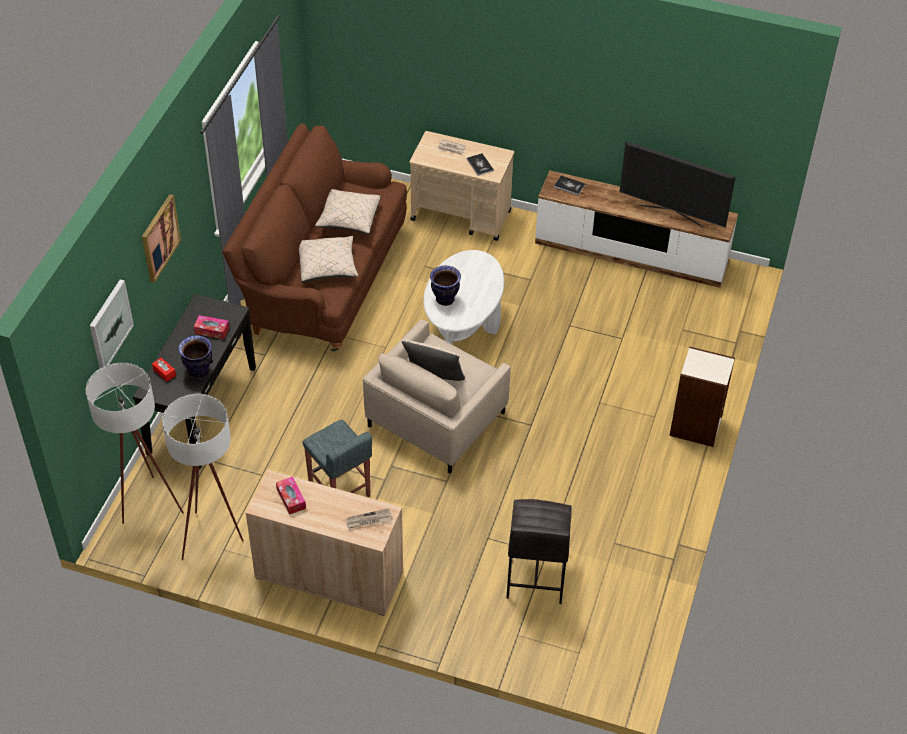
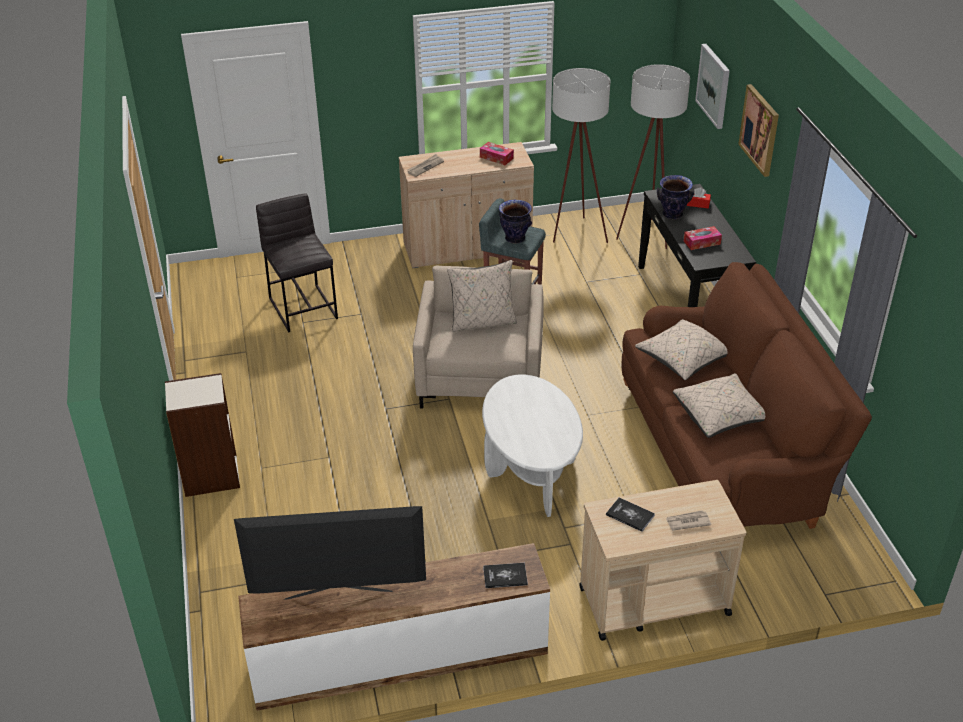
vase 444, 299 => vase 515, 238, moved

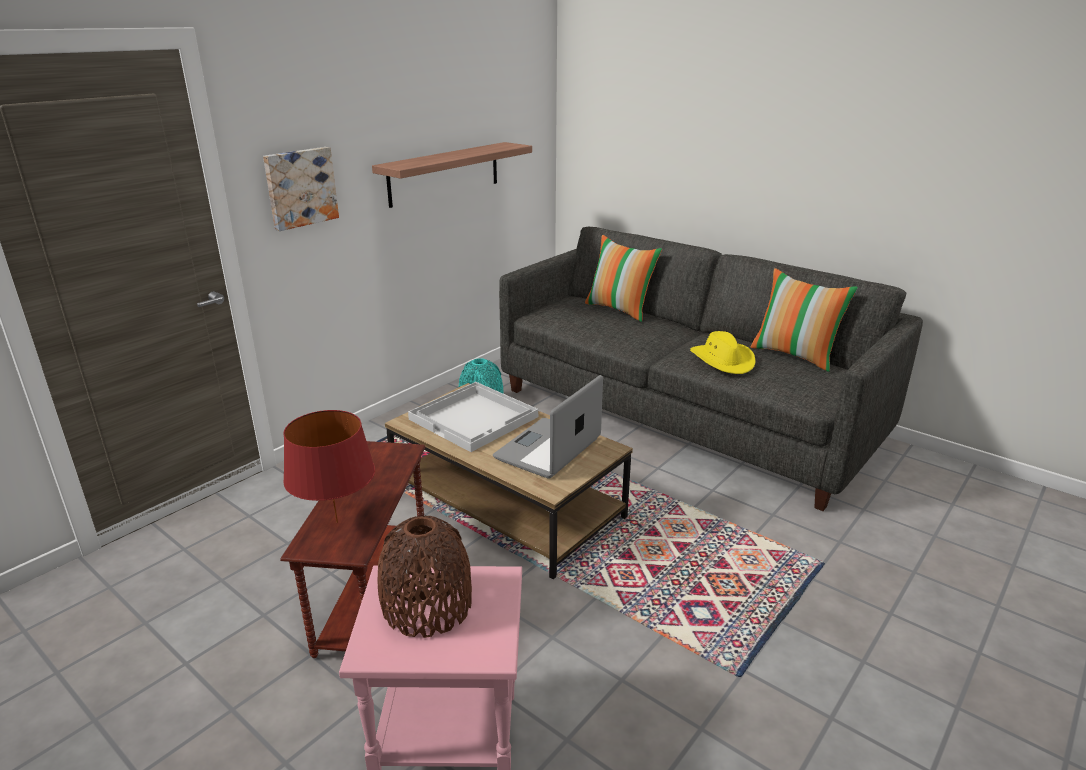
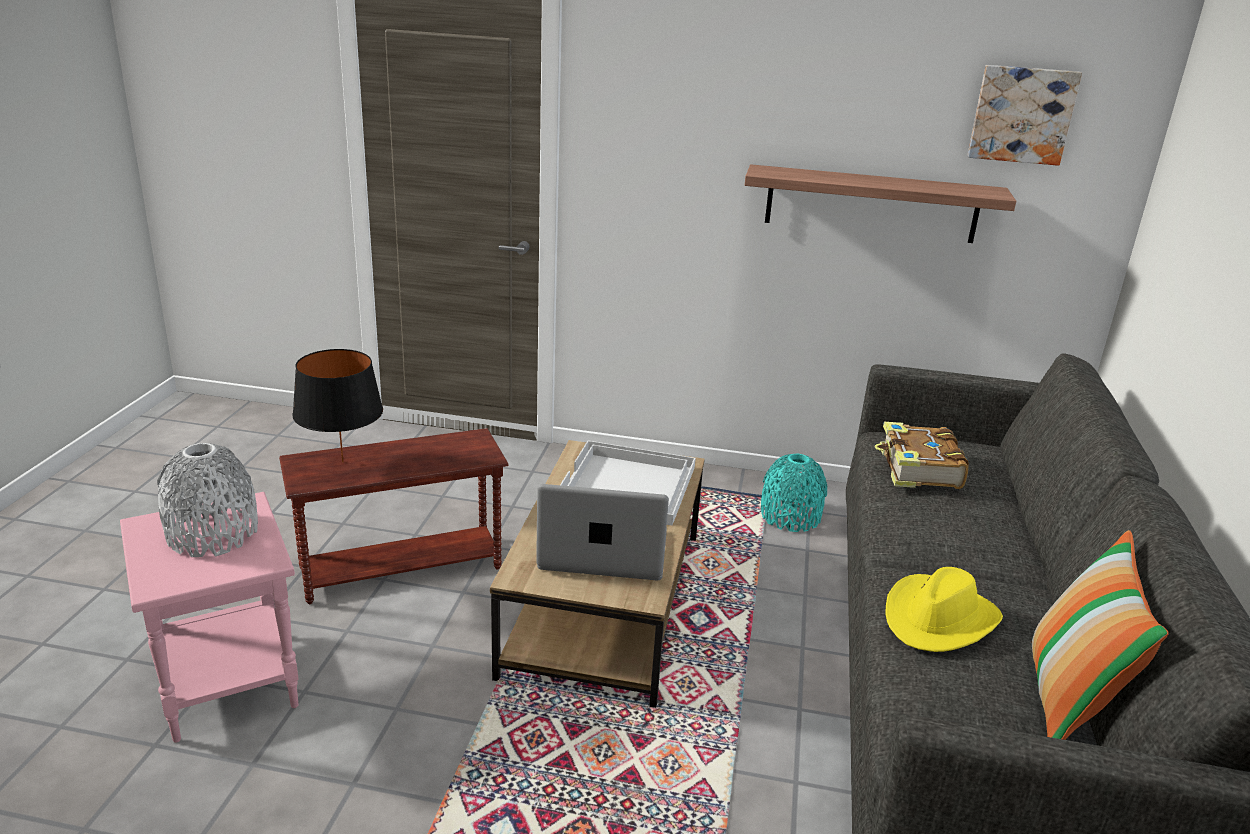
picture 300, 187 => picture 1022, 114, moved
pillow 620, 309 => nothing
table lamp in red 337, 522 => table lamp in black 342, 462
vase in brown 427, 606 => vase in grey 212, 533
nothing => book 918, 469

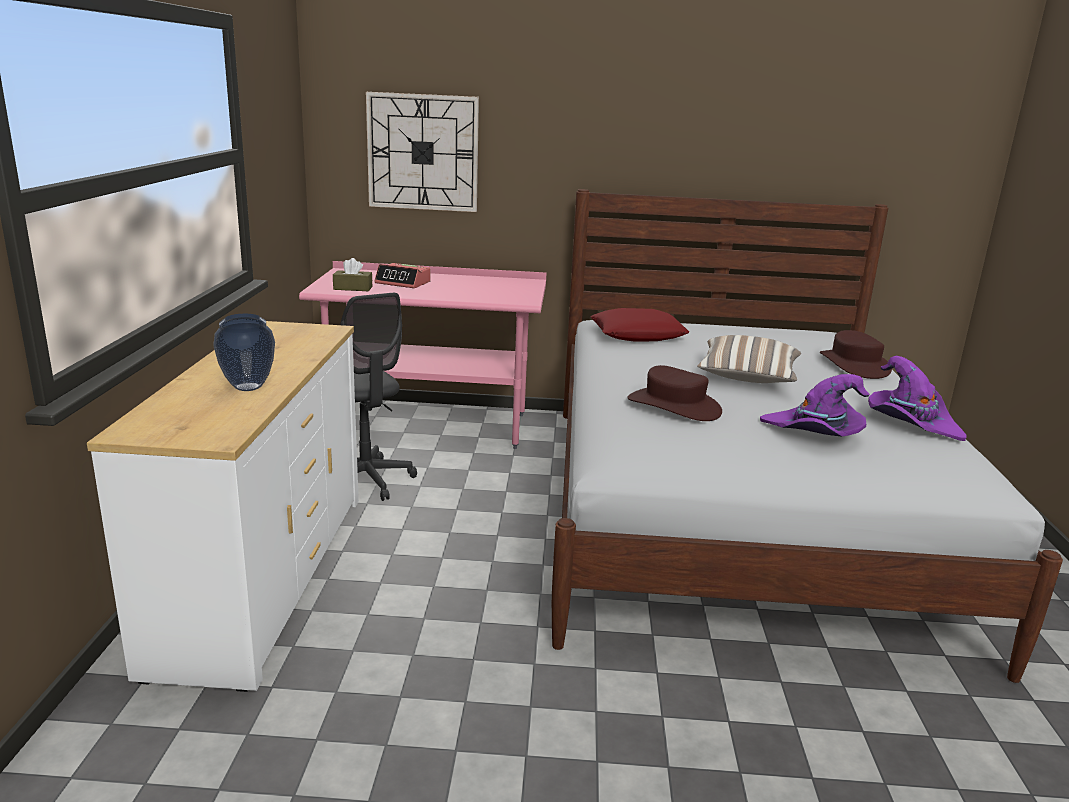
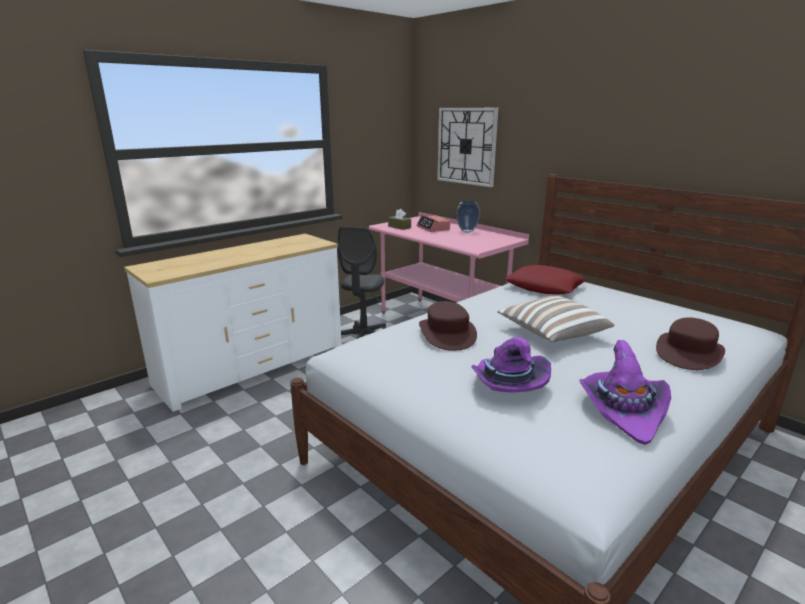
vase 249, 387 => vase 467, 231, moved

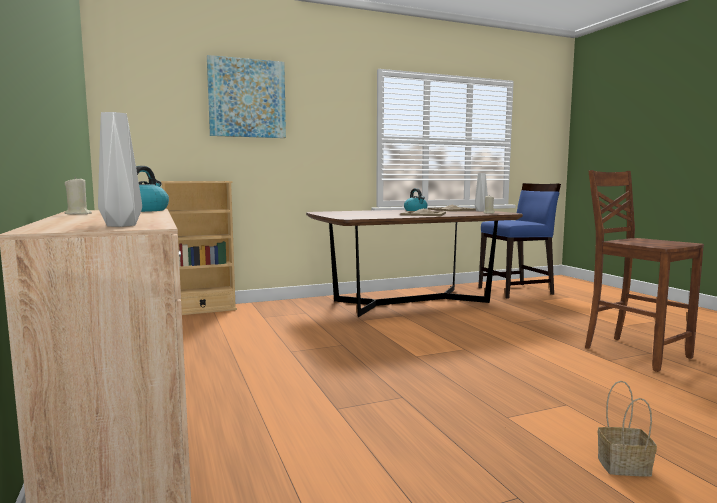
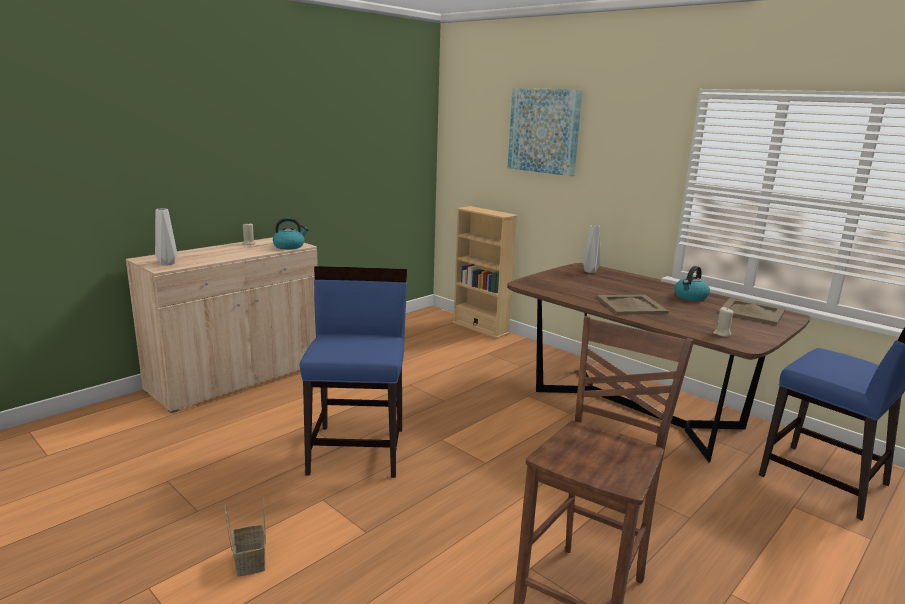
vase in grey 480, 211 => vase in grey 589, 271, moved
nothing => chair in blue 358, 450

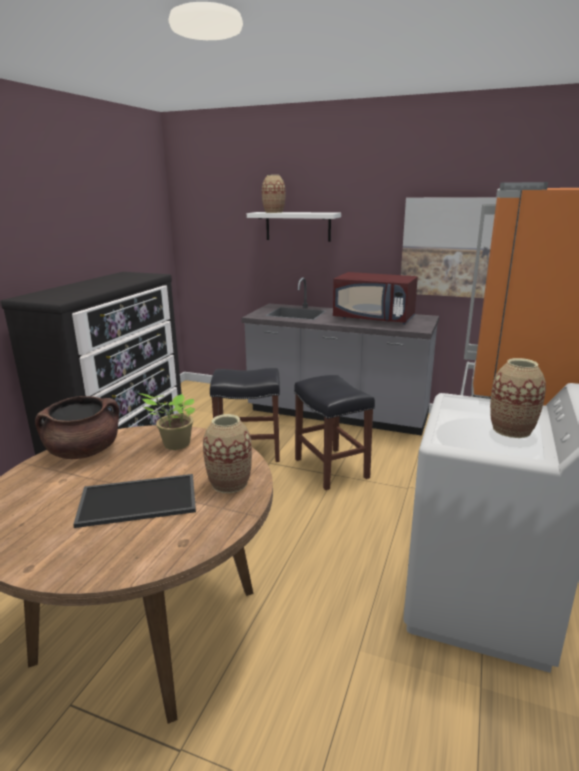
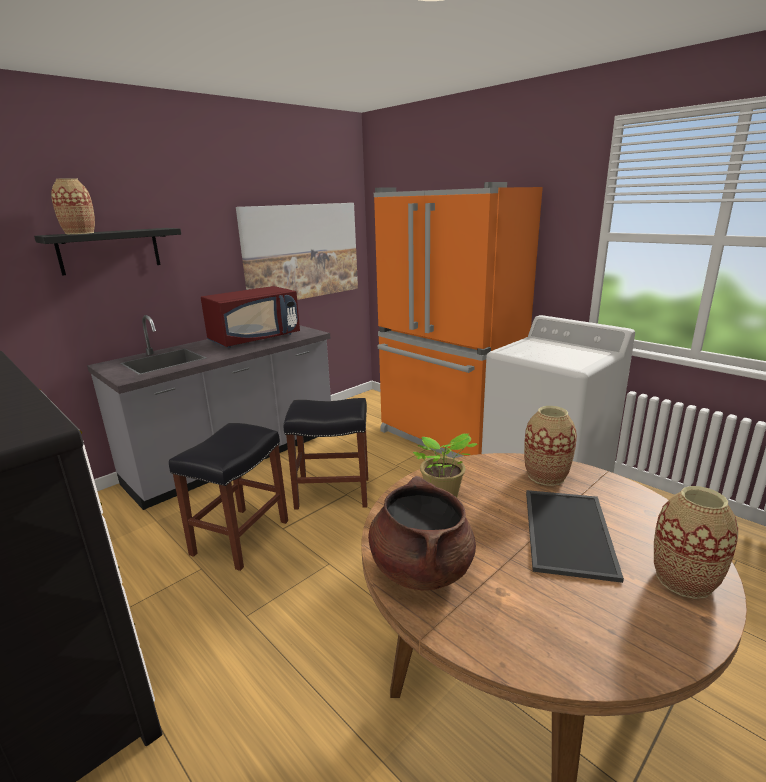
shelf in white 298, 226 => shelf in black 109, 250
vase 511, 430 => vase 684, 580, moved

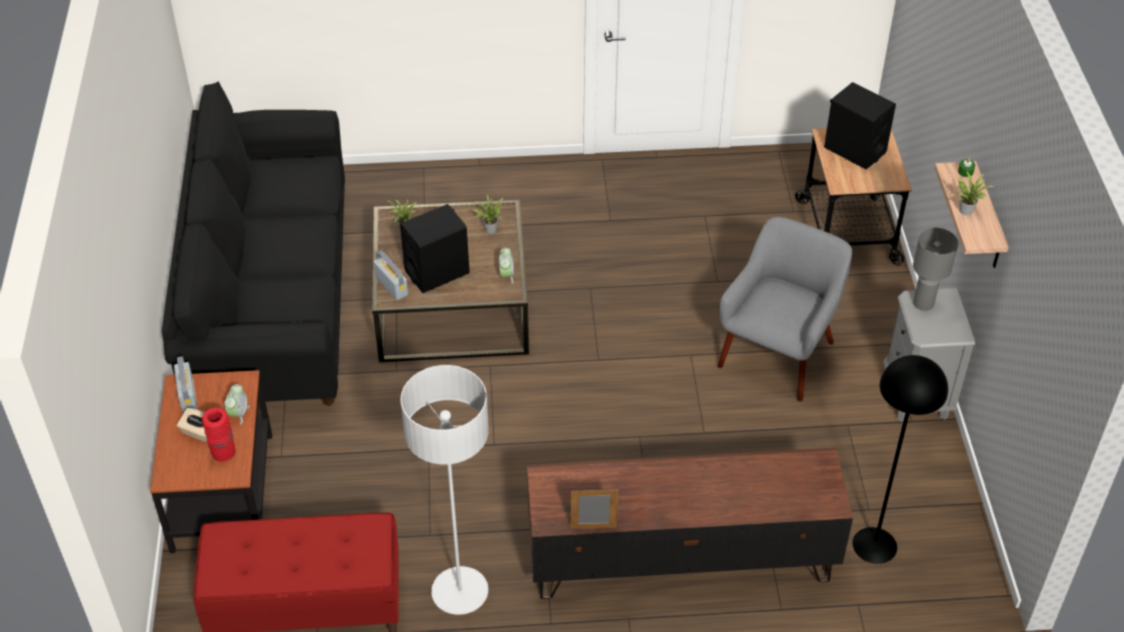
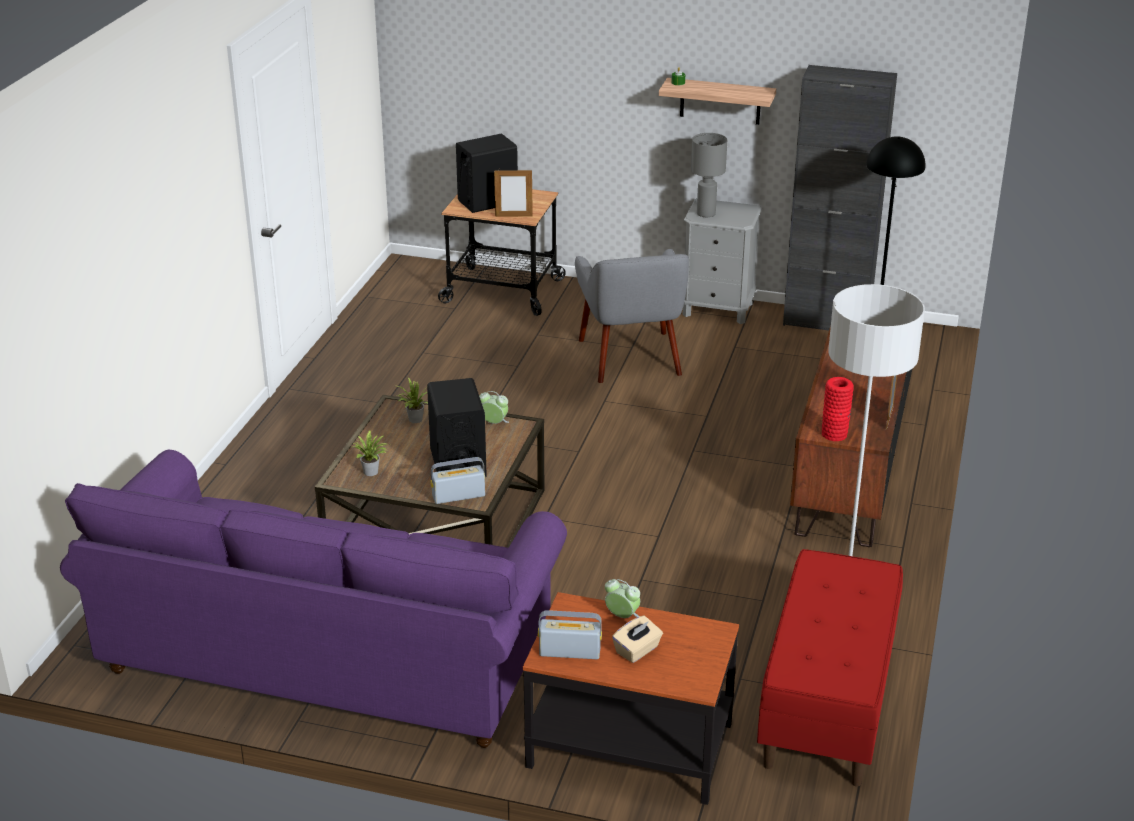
sofa in black 272, 299 => sofa in purple 328, 655
potted plant 965, 209 => nothing
armchair in grey 778, 353 => armchair in grey 631, 358, 150 degrees counterclockwise
vase in red 223, 452 => vase in red 834, 434, moved
nothing => cabinet in black 826, 322
nothing => picture frame 513, 216

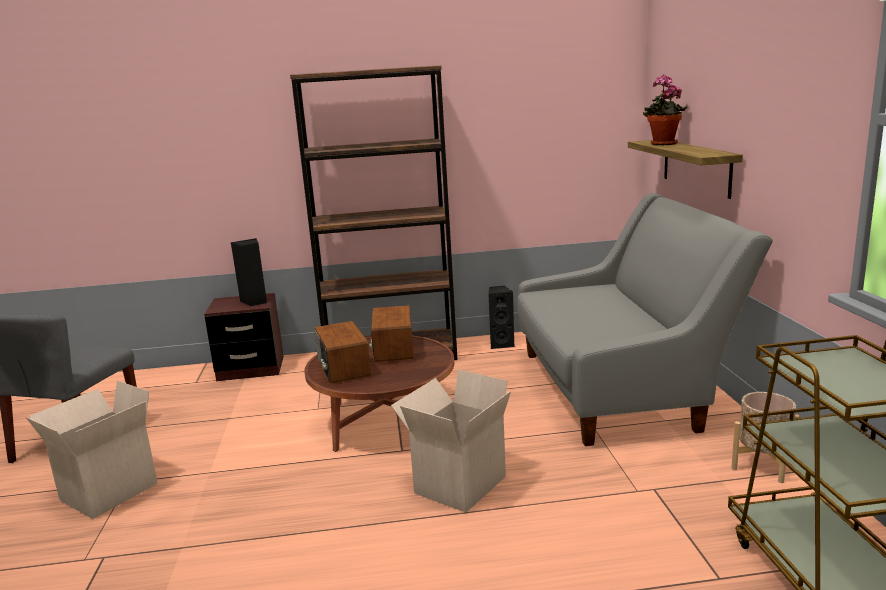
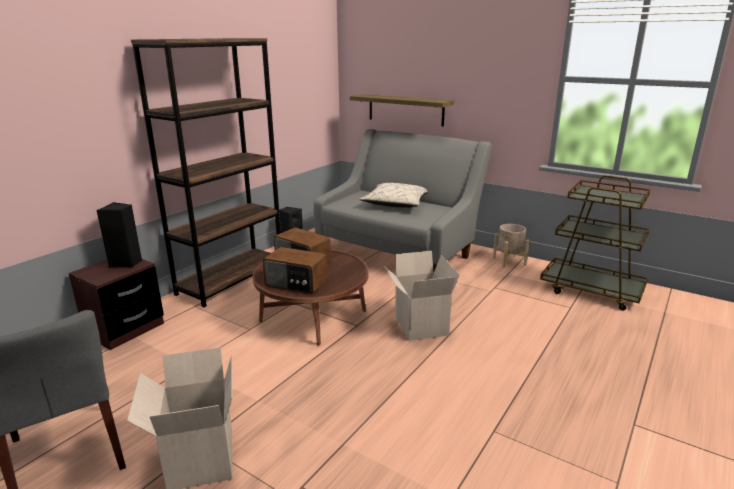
potted plant 662, 144 => nothing
nothing => pillow in beige 396, 204

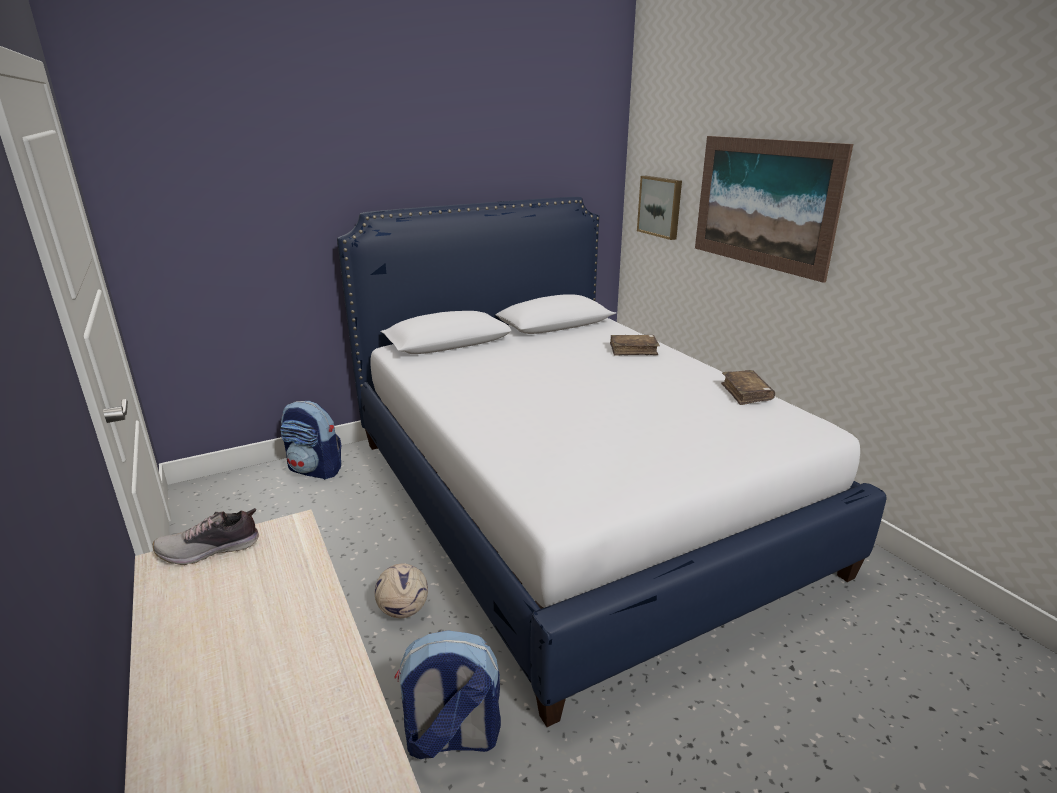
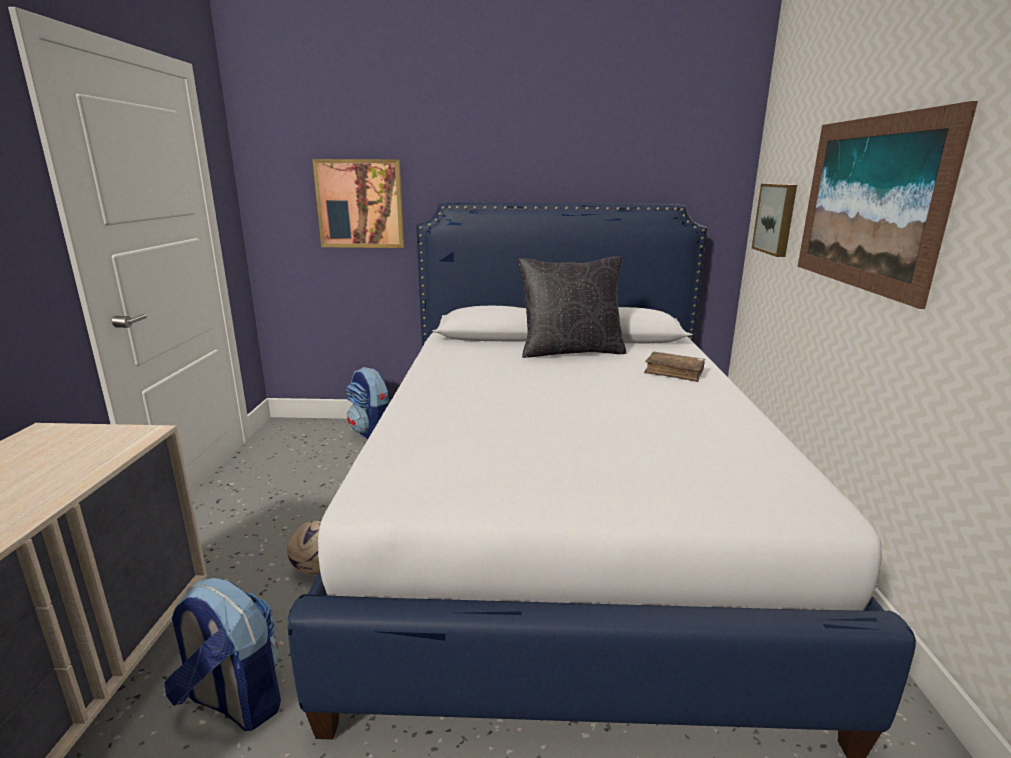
book in brown 746, 393 => nothing
shoe 210, 550 => nothing
nothing => picture 360, 204
nothing => pillow in black 570, 351

